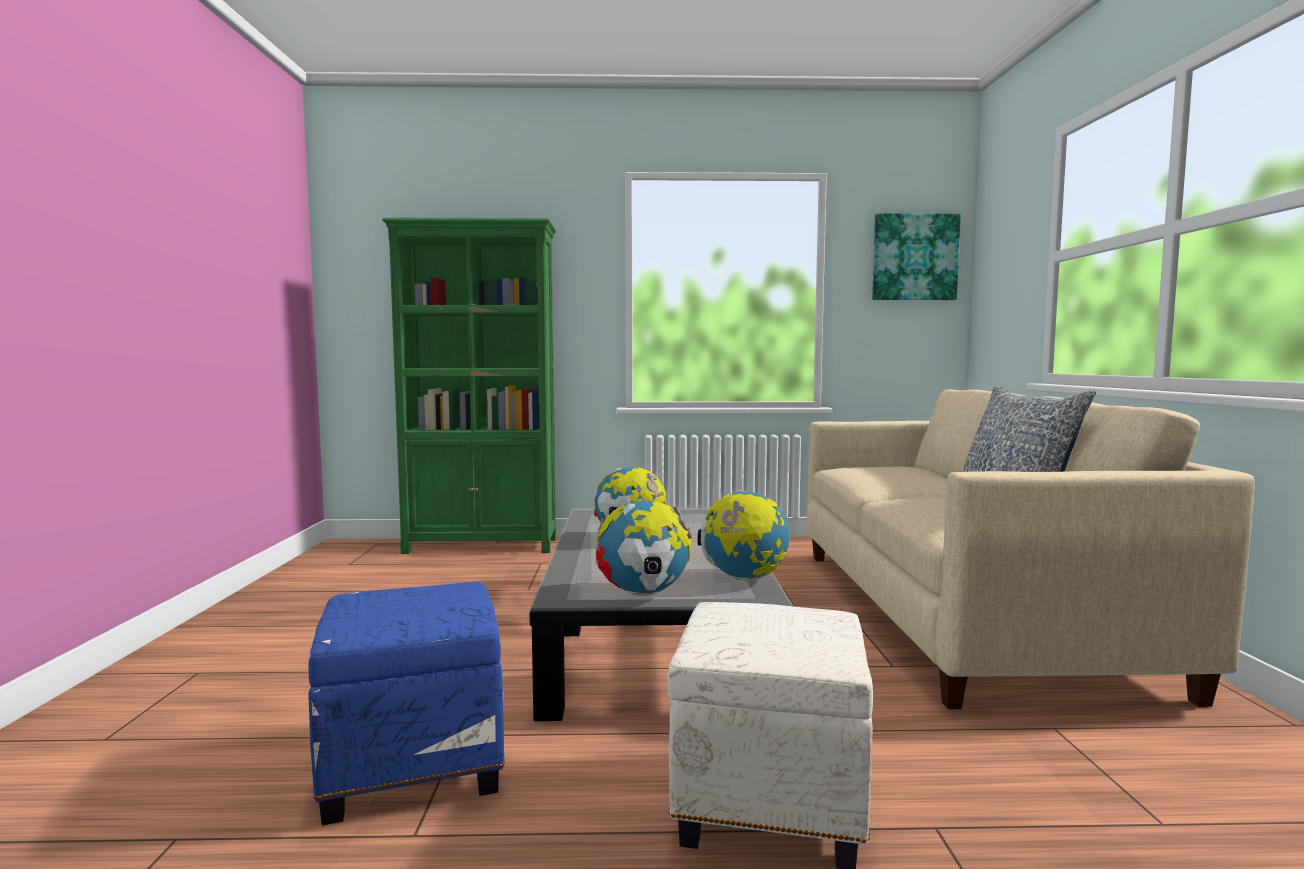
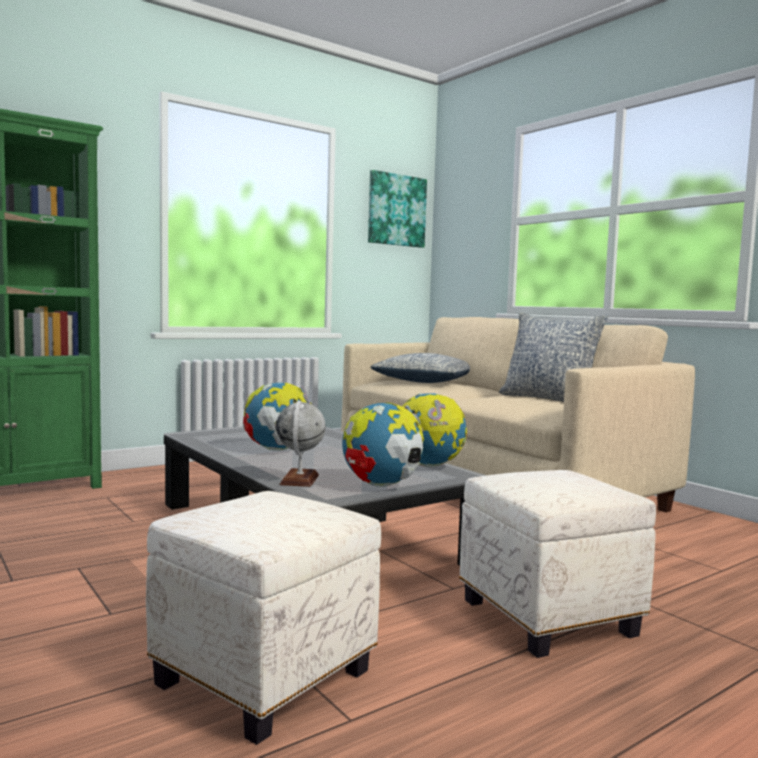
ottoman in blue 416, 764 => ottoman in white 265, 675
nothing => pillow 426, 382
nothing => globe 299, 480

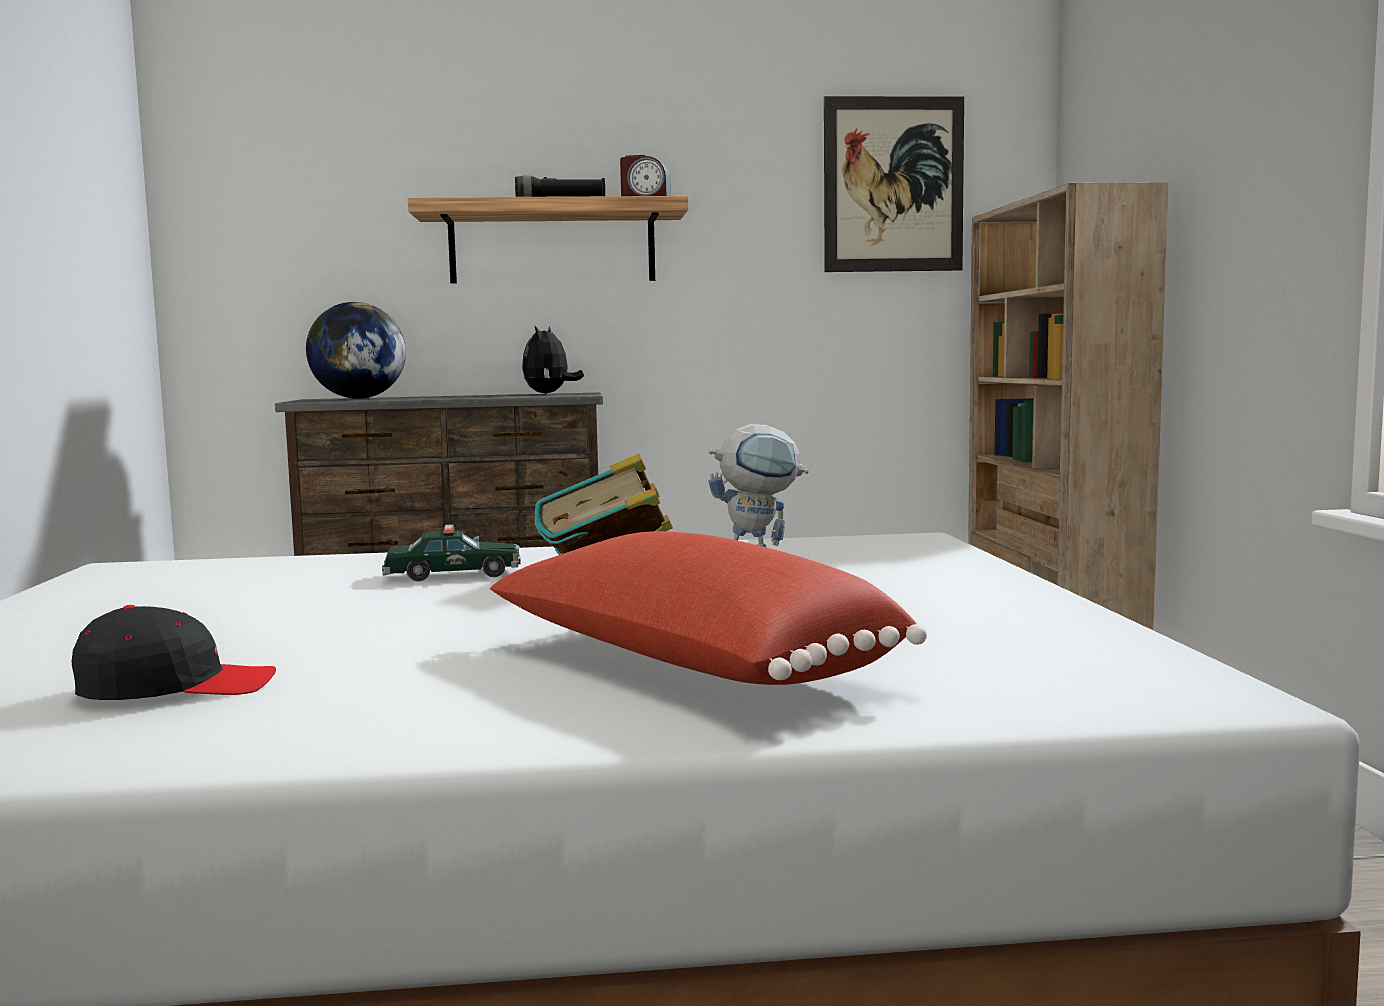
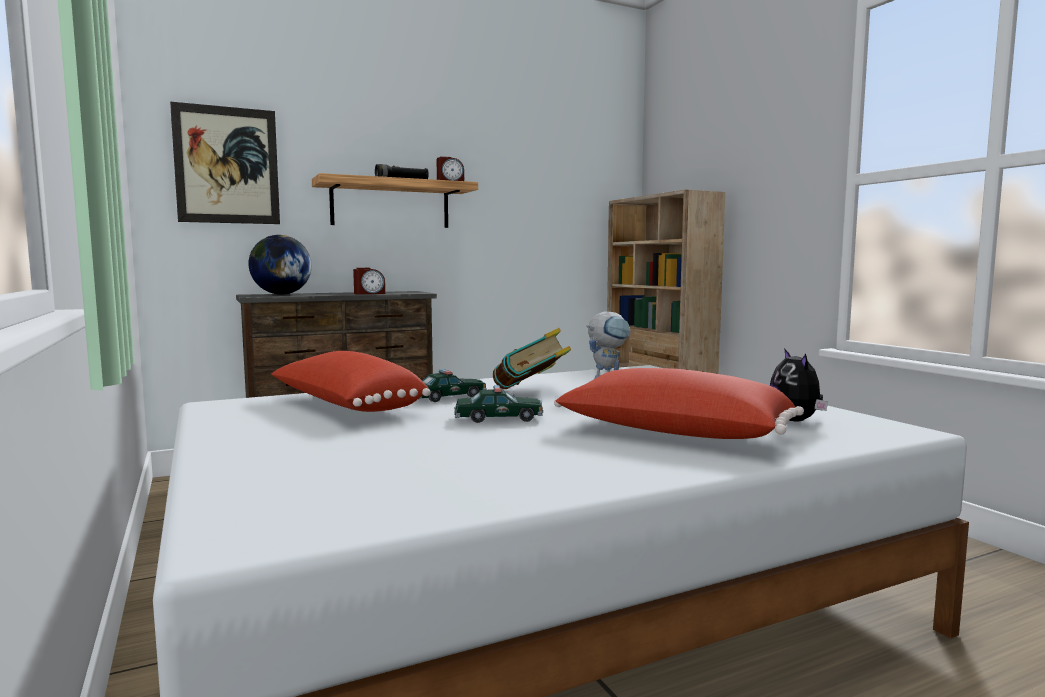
picture 893, 185 => picture 227, 165, moved
plush toy 549, 393 => plush toy 796, 420, moved
cap in black 175, 687 => nothing
nothing => alarm clock 369, 293
nothing => pillow in red 346, 406
nothing => toy car 498, 418

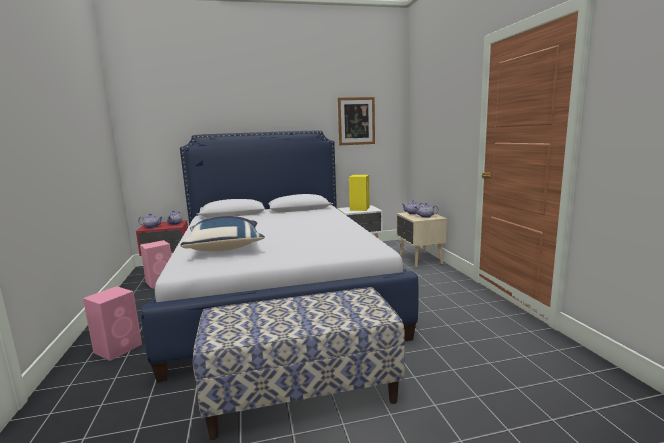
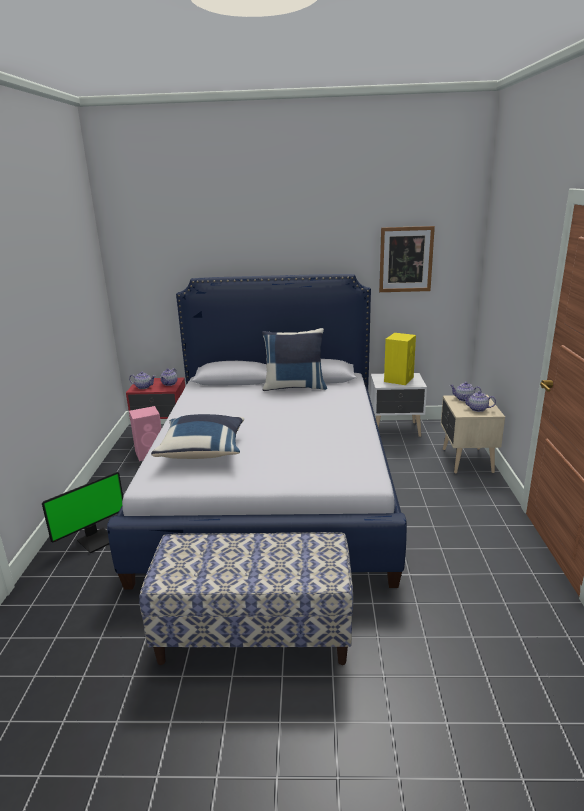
speaker in pink 119, 348 => monitor 96, 540
nothing => pillow in blue 294, 387

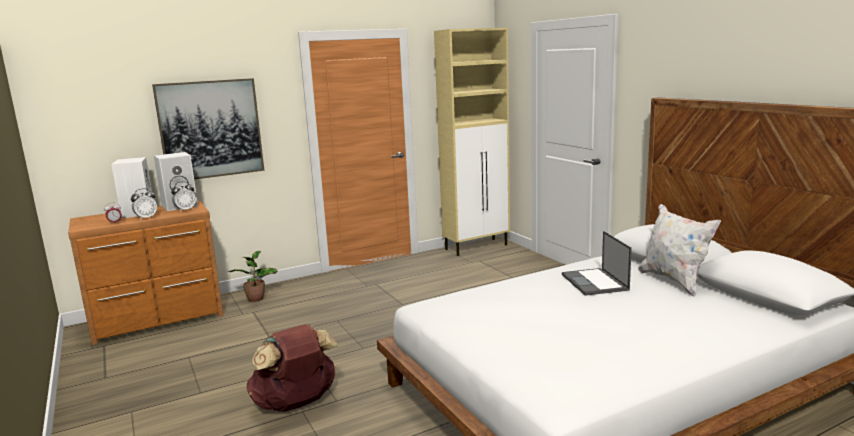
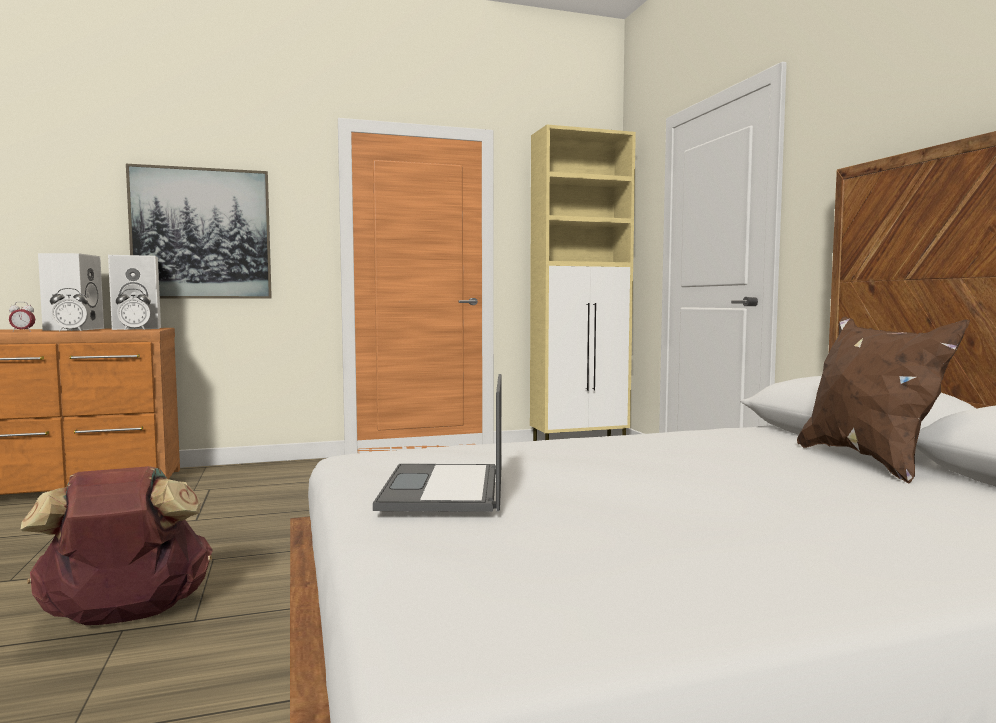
pillow in white 674, 281 => pillow in brown 868, 461
laptop 595, 282 => laptop 445, 489, moved
potted plant 256, 298 => nothing

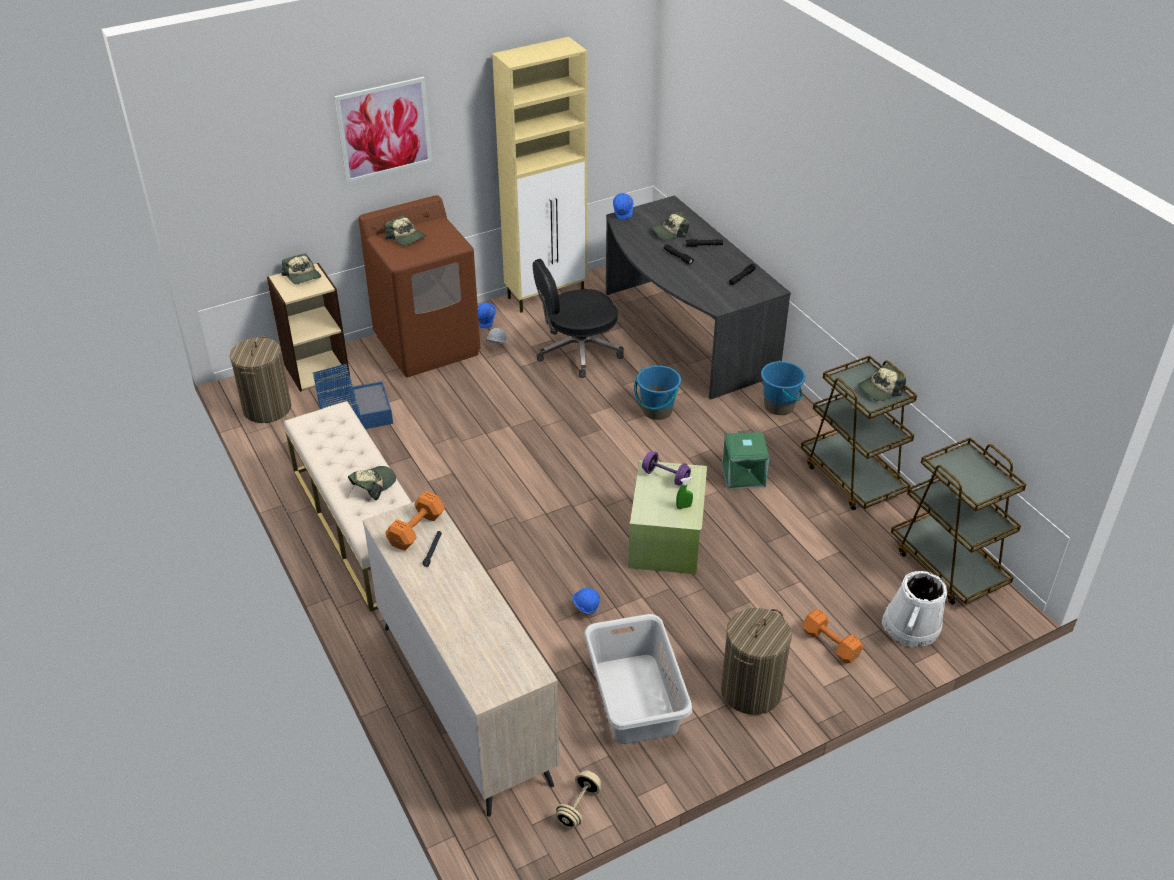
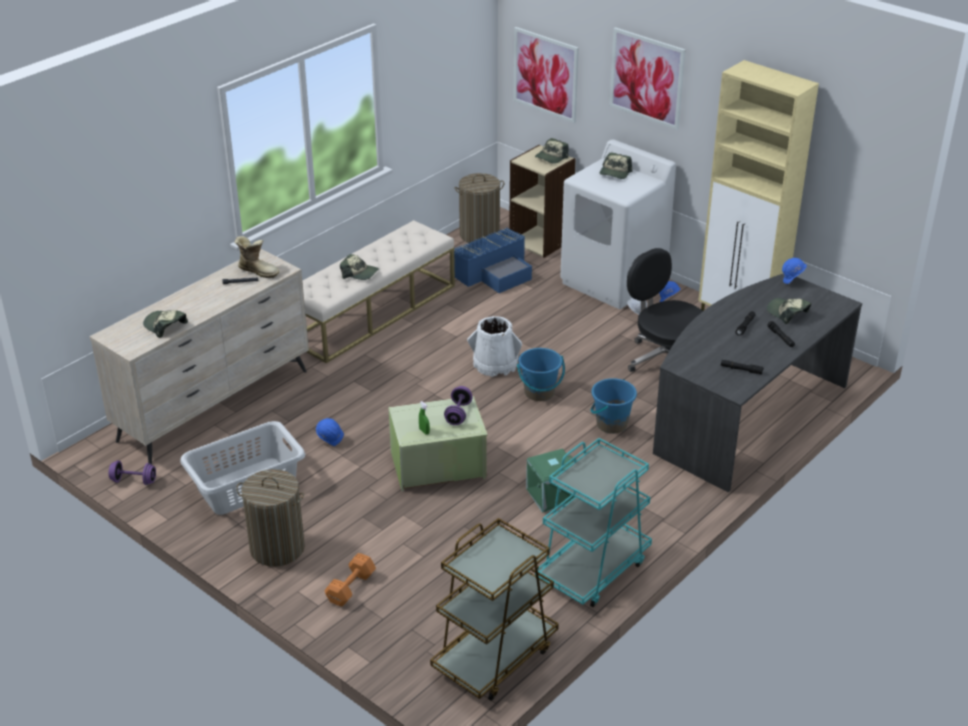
washing machine in brown 428, 345 => washing machine in white 613, 281
cart in brown 852, 477 => cart in turquoise 593, 569
bucket in blue 779, 406 => bucket in blue 539, 393, moved
cap 879, 389 => cap 165, 326, moved
dumbbell in orange 415, 530 => boot 258, 270
bucket in white 911, 627 => bucket in white 495, 364, moved
dumbbell in beige 578, 807 => dumbbell in purple 134, 481
nothing => picture 545, 74

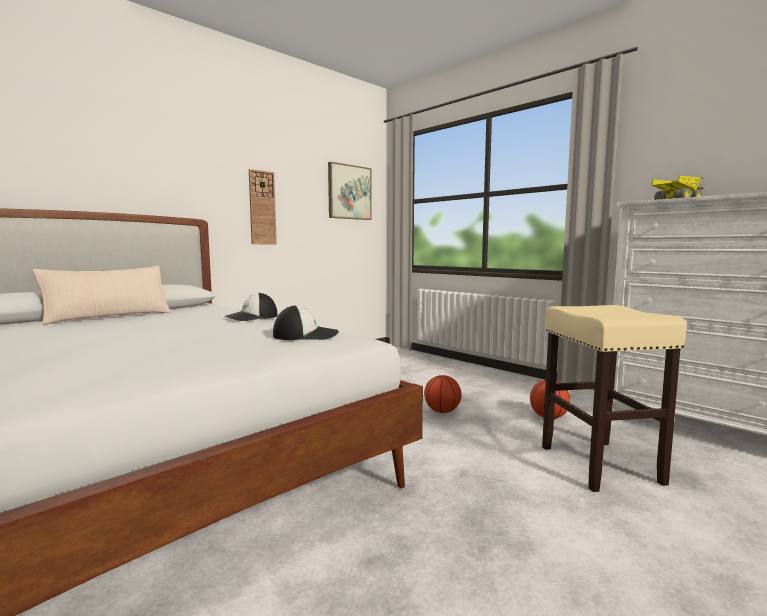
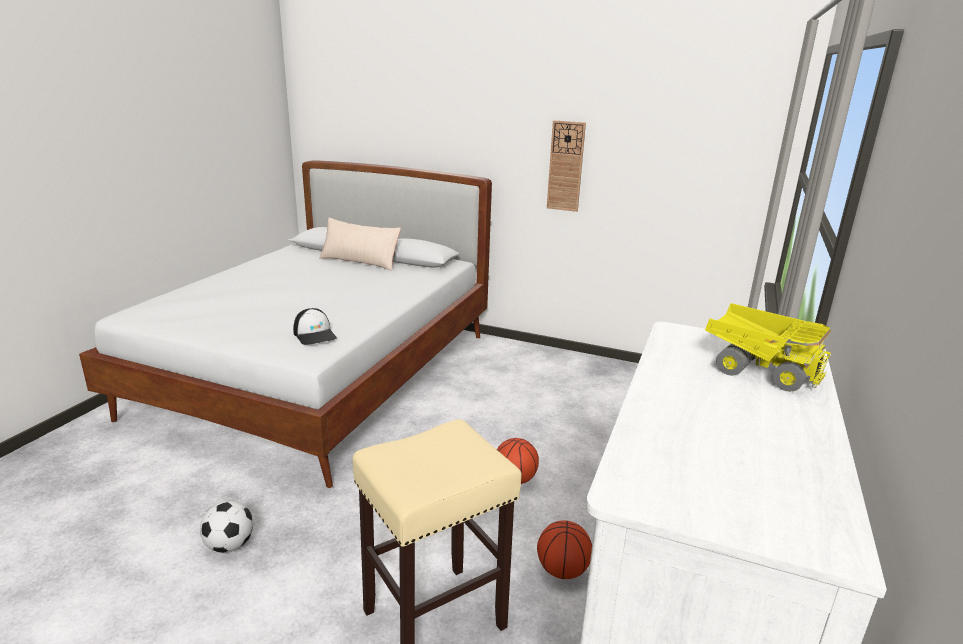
picture 349, 192 => nothing
cap 251, 317 => nothing
nothing => football 230, 545

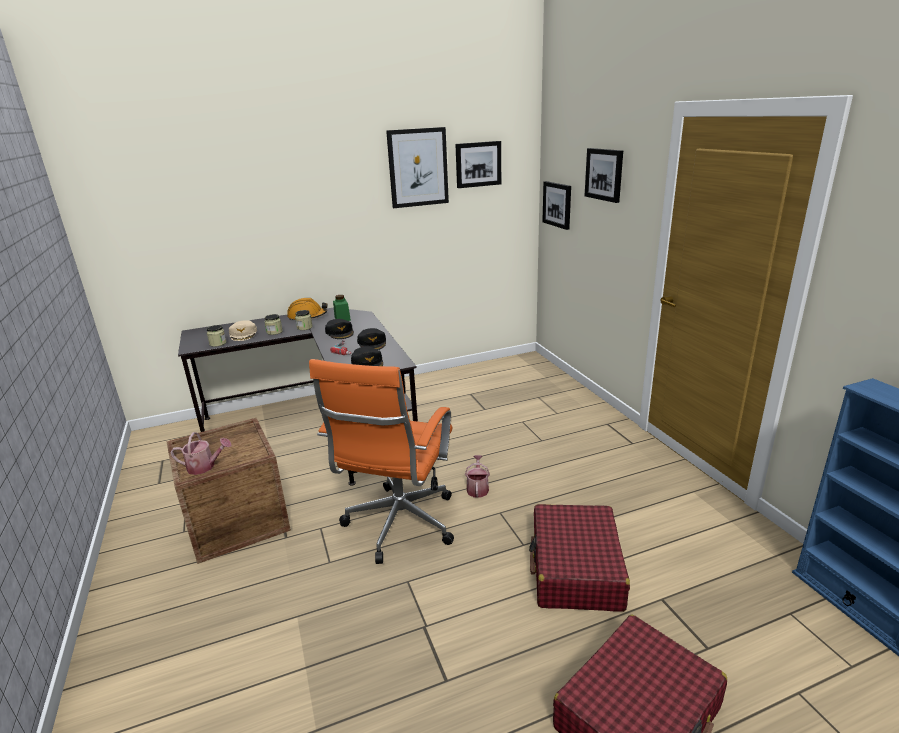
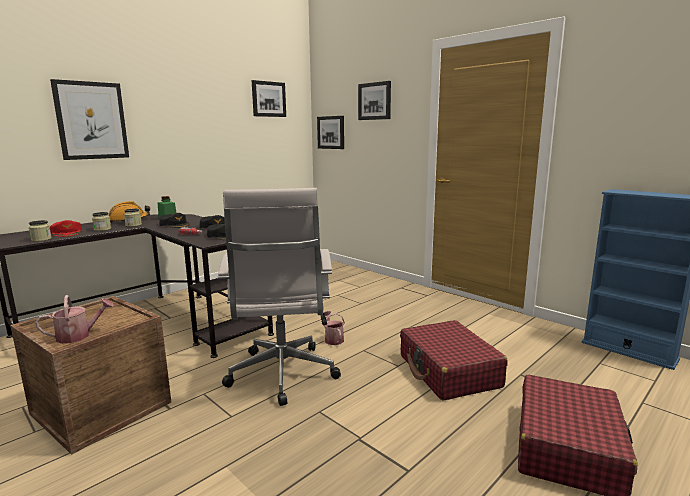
picture 418, 167 => picture 91, 120, moved
cap in beige 243, 334 => cap in red 67, 233
office chair in orange 398, 526 => office chair in white 282, 376

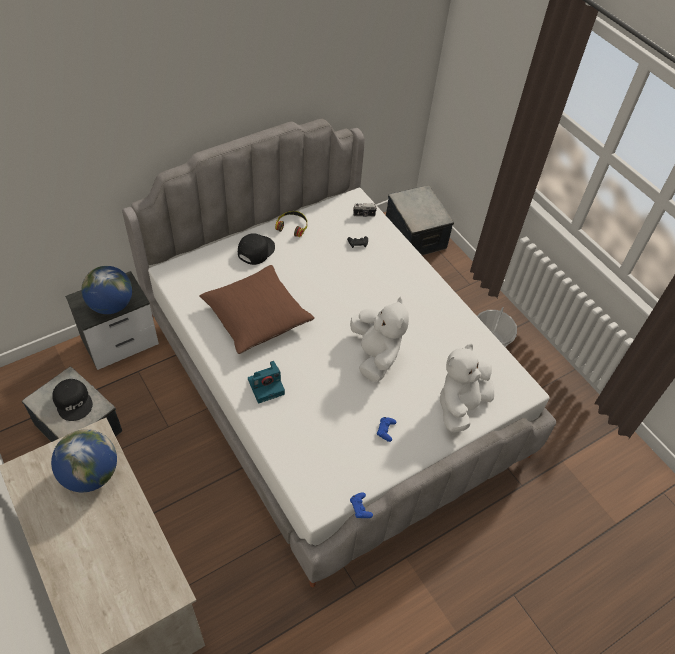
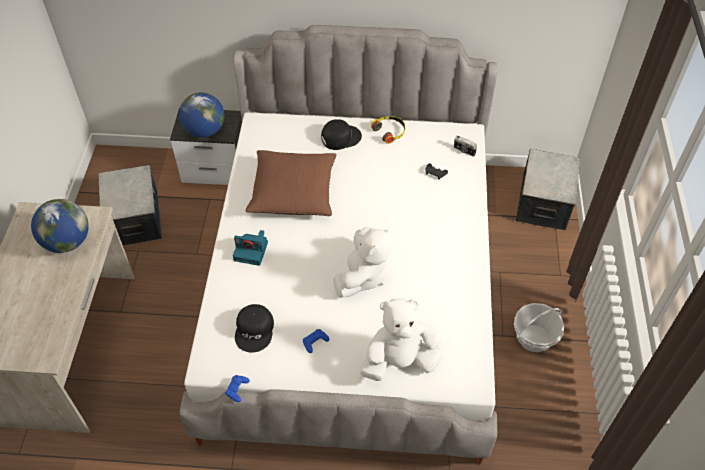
cap in black 73, 401 => cap in black 255, 330, moved

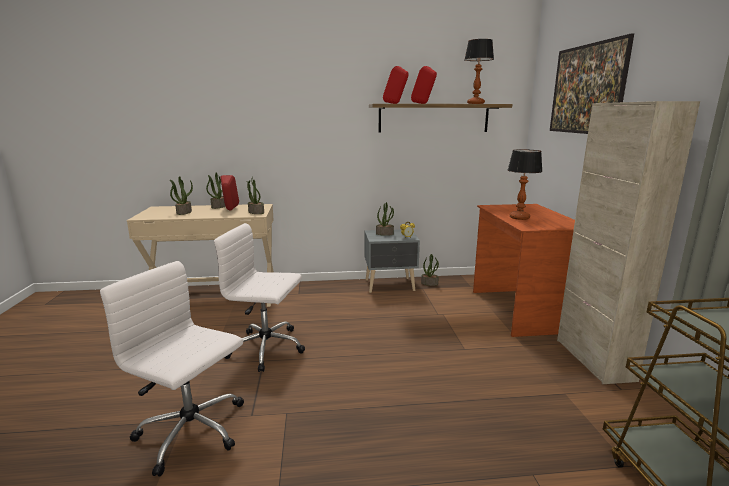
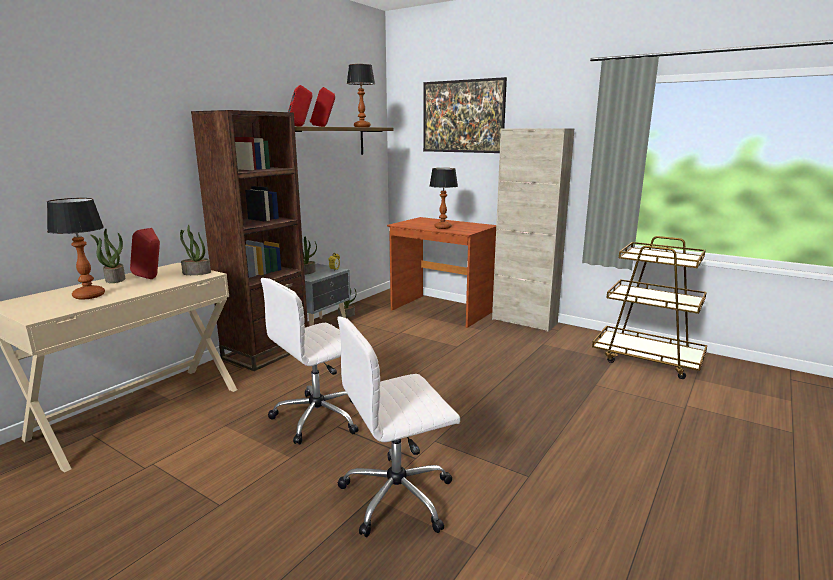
potted plant 184, 212 => table lamp 88, 296
nothing => bookcase in brown 266, 352

